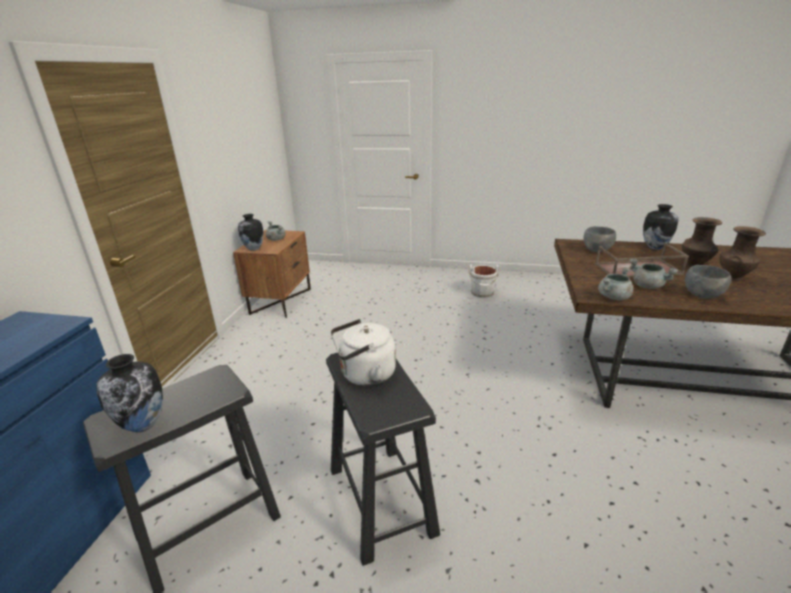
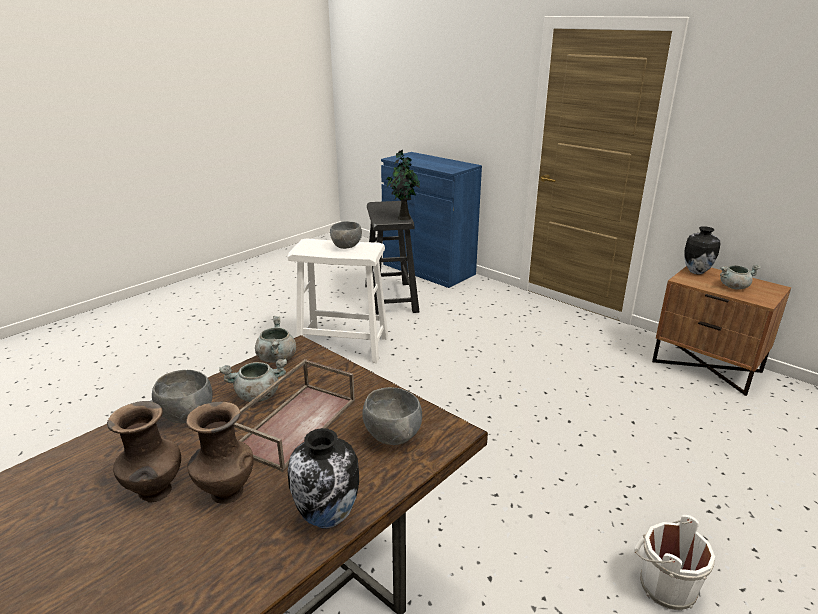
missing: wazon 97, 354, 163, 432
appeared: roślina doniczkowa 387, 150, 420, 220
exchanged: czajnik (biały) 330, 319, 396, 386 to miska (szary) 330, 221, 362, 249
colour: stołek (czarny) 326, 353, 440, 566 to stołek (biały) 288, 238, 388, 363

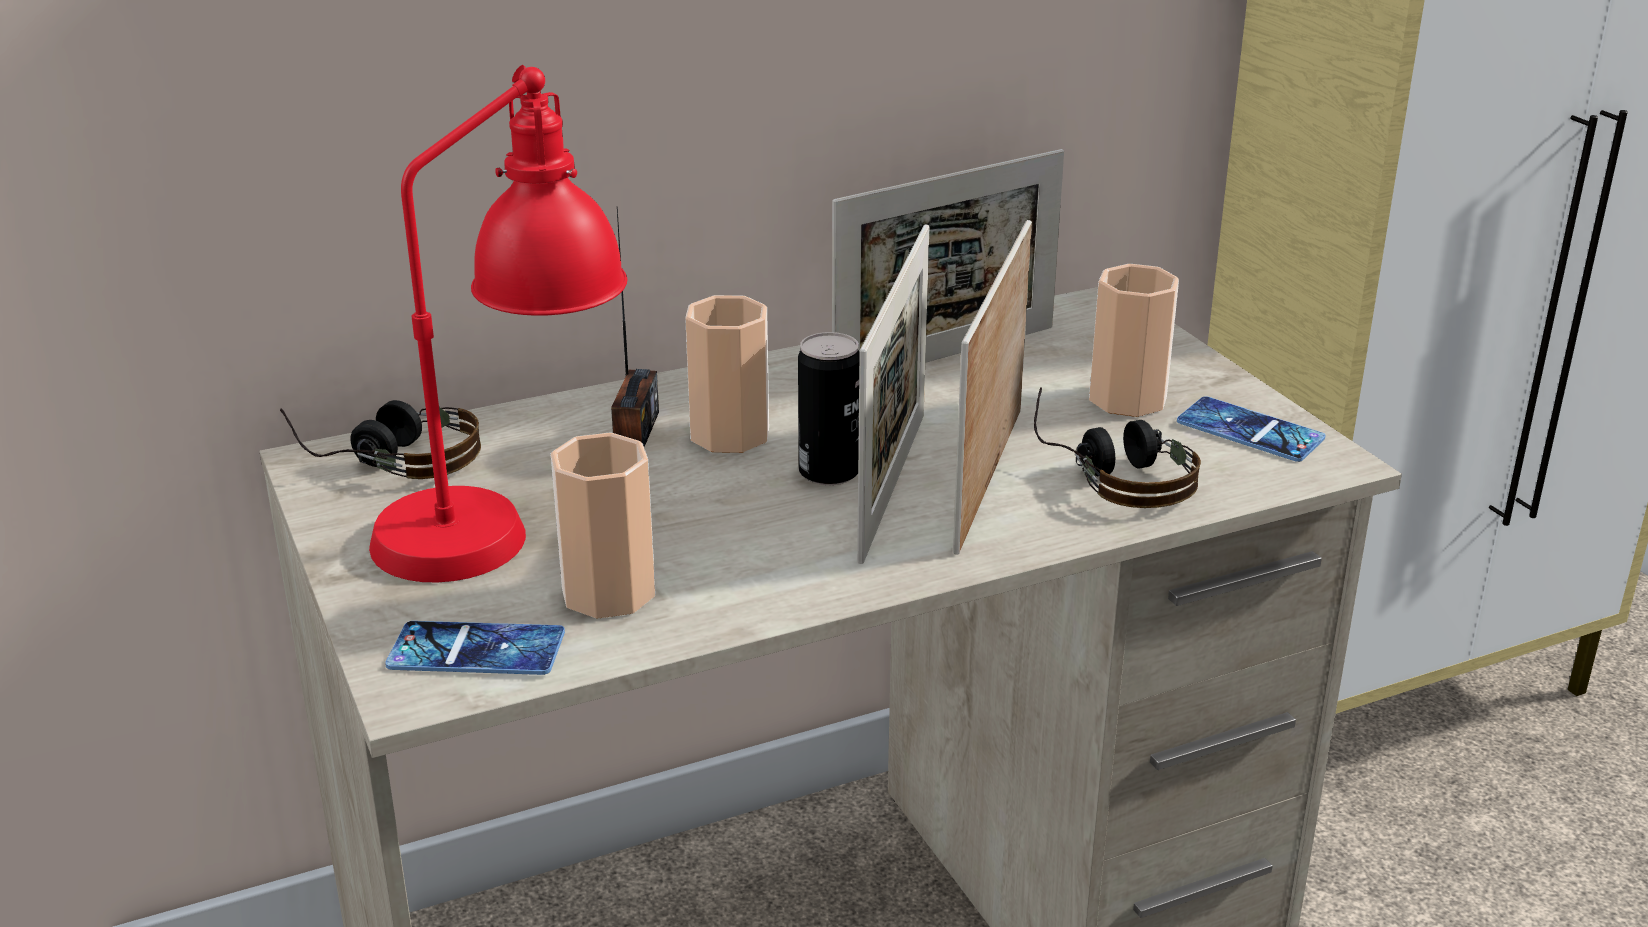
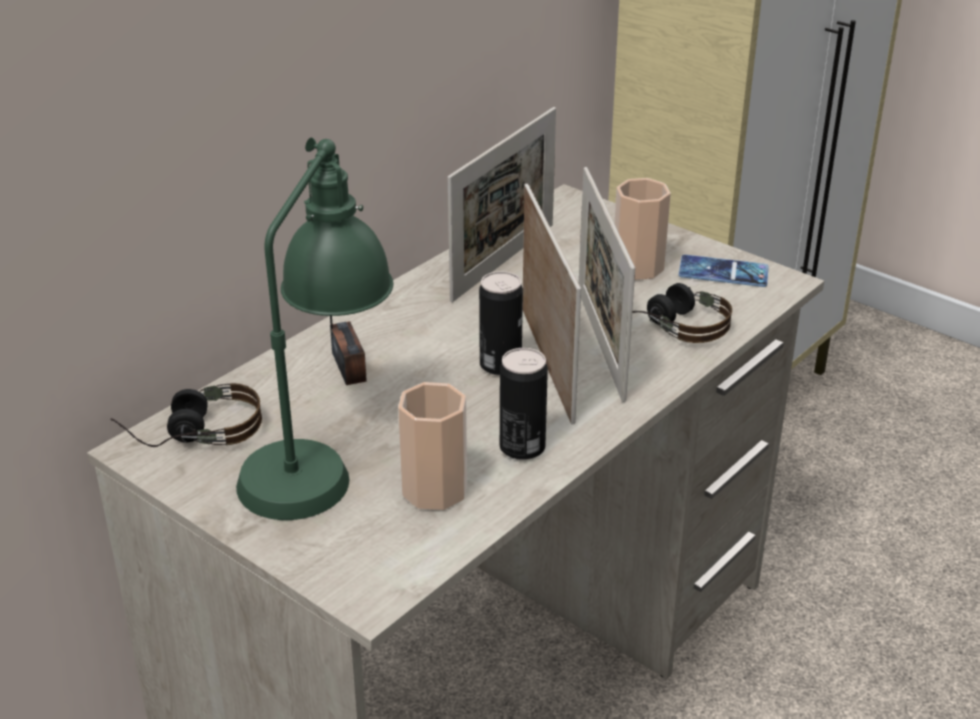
missing: telefon 385, 621, 565, 675; filiżanka 685, 295, 769, 453
appeared: puszka 500, 348, 548, 460
colour: lampa stołowa (czerwony) 369, 65, 628, 582 to lampa stołowa (zielony) 236, 137, 393, 520

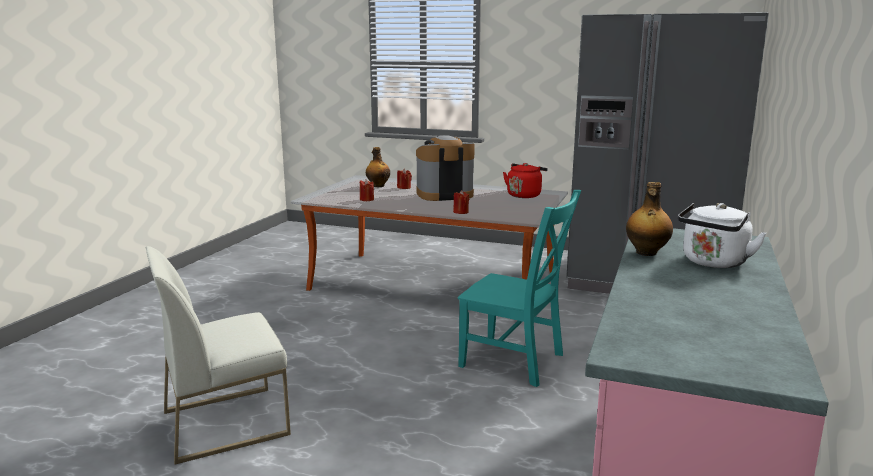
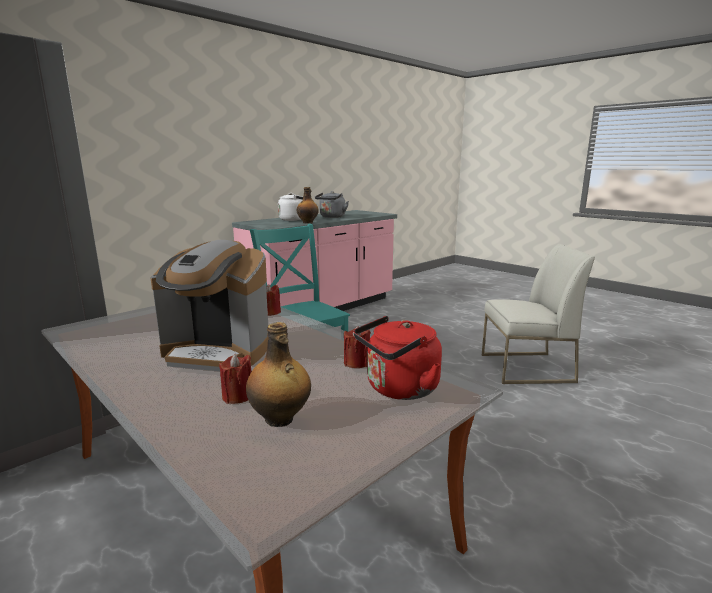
appeared: czajnik (szary) 315, 191, 349, 218
relocated: czajnik (czerwony) 503, 163, 548, 198 to 354, 316, 442, 400

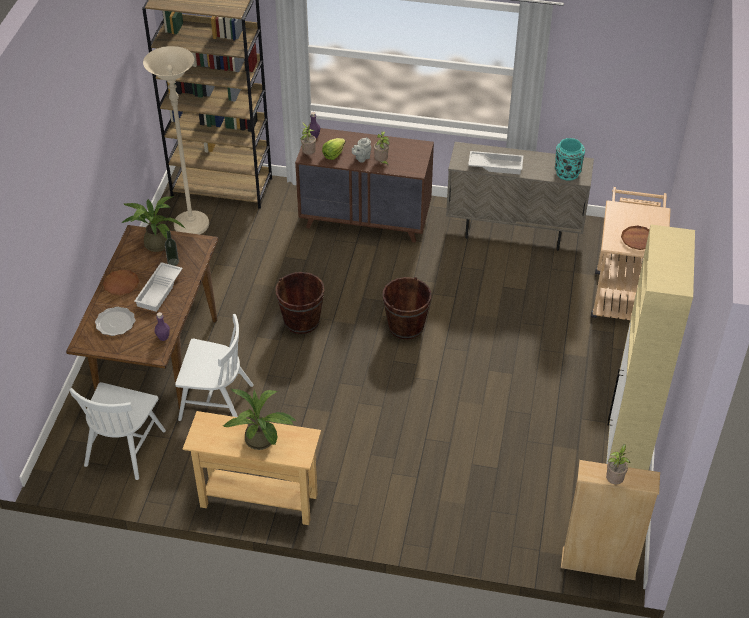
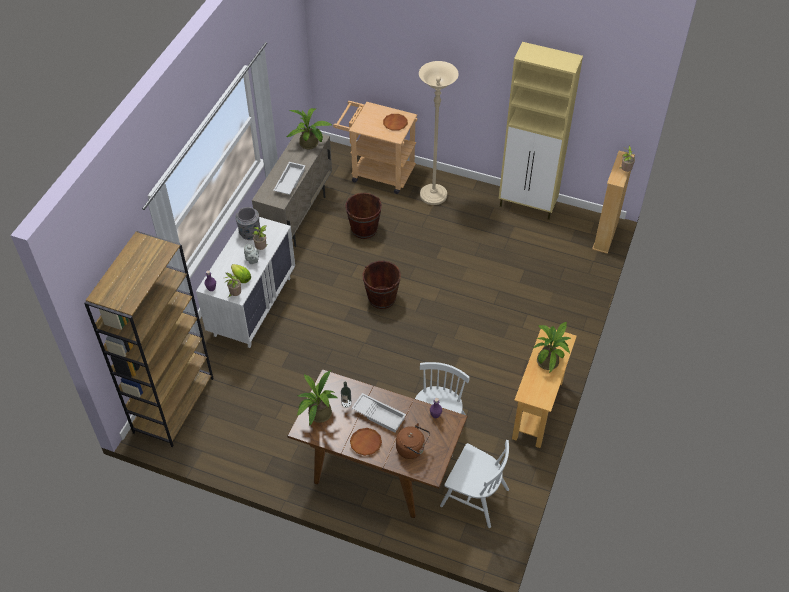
appeared: wazon (szary) 235, 207, 261, 240
relocated: lampa stojąca (beżowy) 143, 46, 209, 235 to 419, 61, 459, 205; wiadro (brązowy) 276, 272, 324, 334 to 345, 193, 382, 239
exchanged: talerz 95, 307, 135, 336 to czajnik (brązowy) 396, 423, 430, 459; wazon (turkusowy) 555, 138, 585, 181 to roślina doniczkowa 287, 108, 333, 150
colour: komoda (brązowy) 295, 128, 434, 243 to komoda (biały) 196, 217, 295, 348

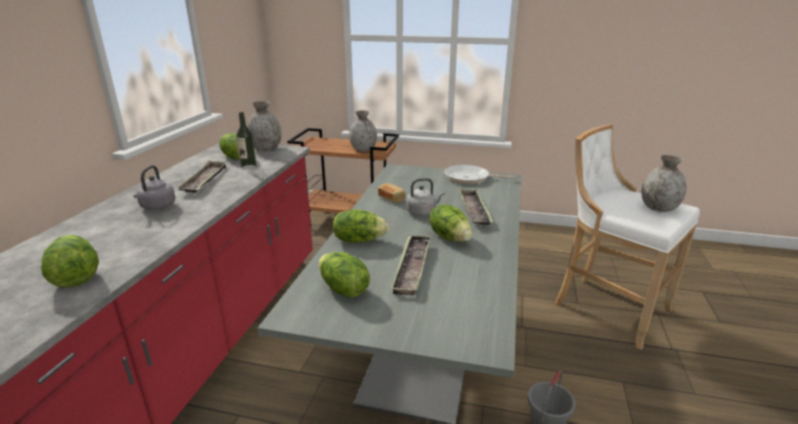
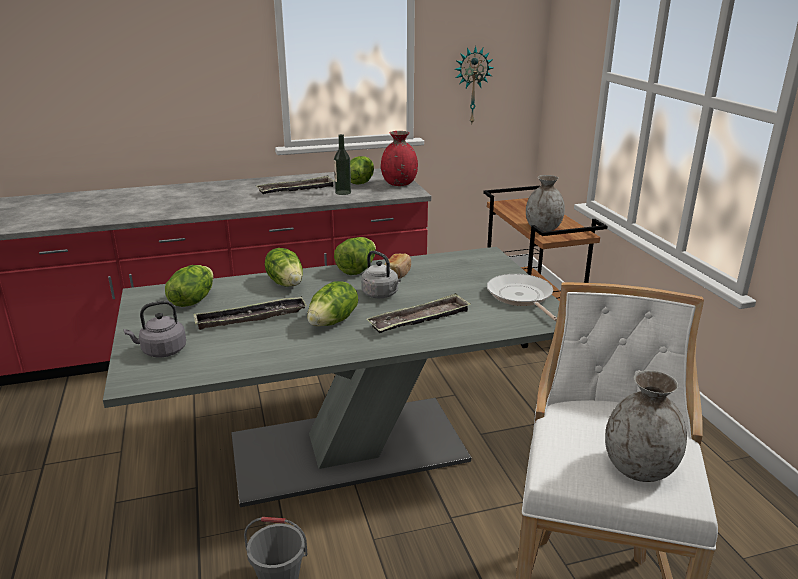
appeared: zegar ścienny 454, 46, 494, 123
relocated: sałata 41, 235, 99, 288 to 334, 237, 376, 275; czajnik (szary) 133, 165, 175, 210 to 123, 301, 186, 358
colour: wazon (szary) 247, 101, 282, 151 to wazon (czerwony) 381, 131, 418, 186

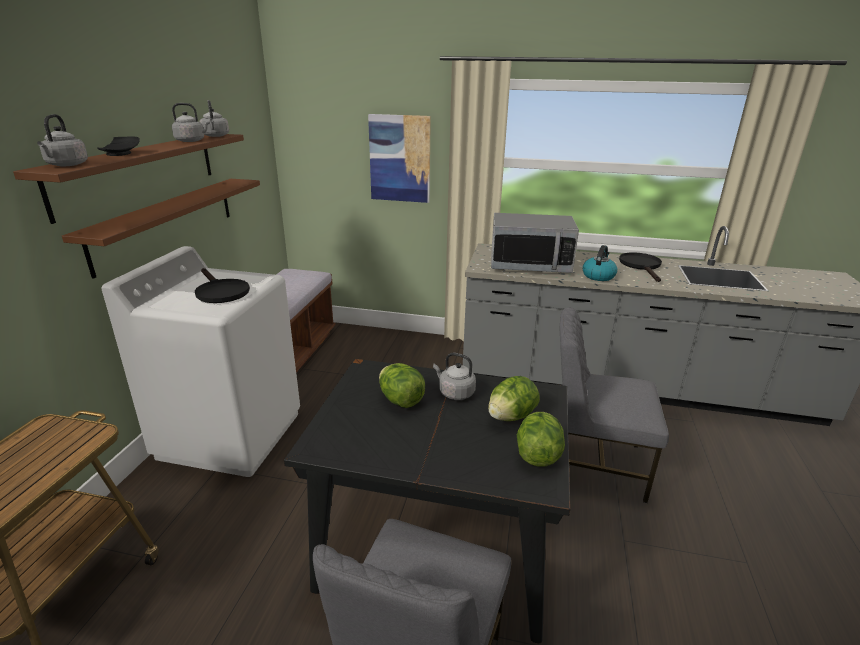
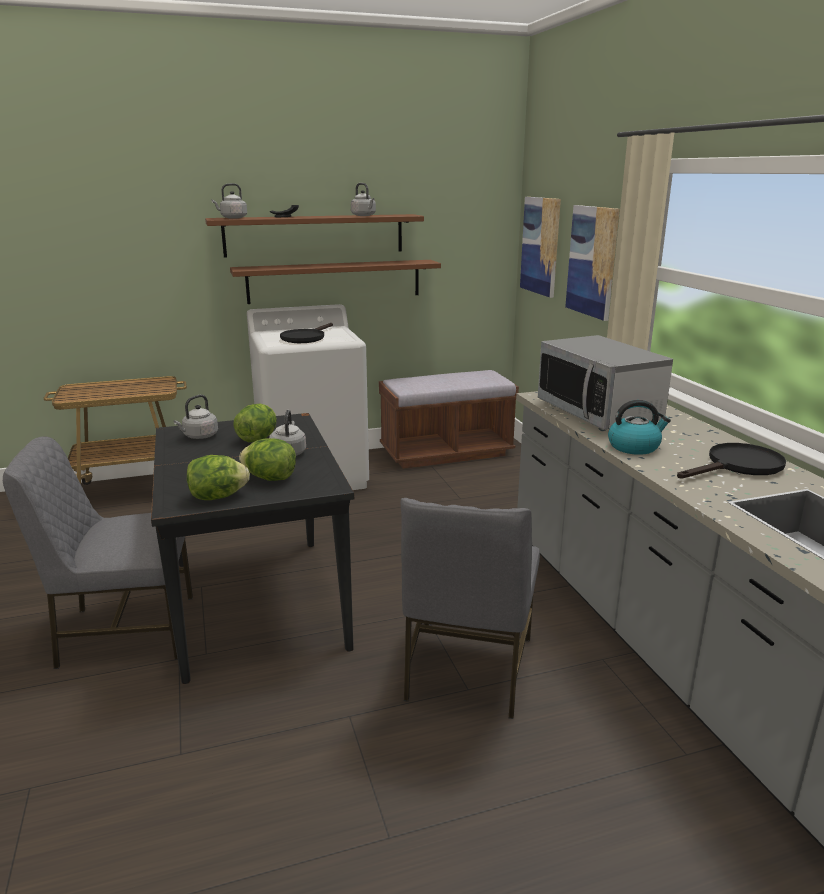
appeared: obraz 520, 197, 561, 298
relocated: czajnik (szary) 199, 100, 229, 137 to 173, 395, 218, 439
spun: krzesło (szary) 560, 307, 669, 503 = 401, 498, 540, 719 150 degrees counterclockwise

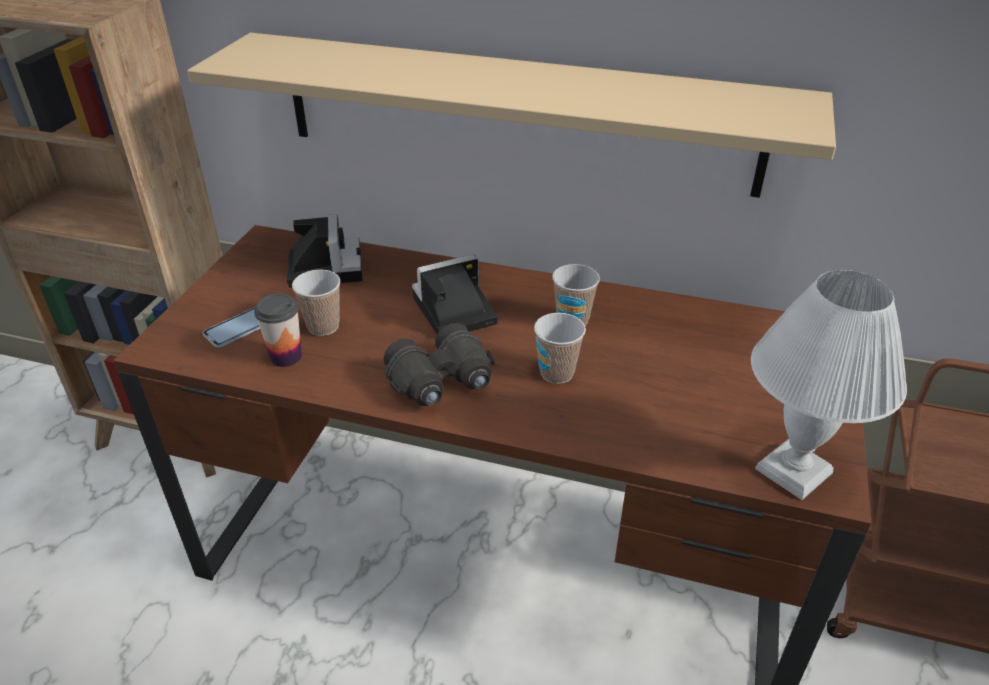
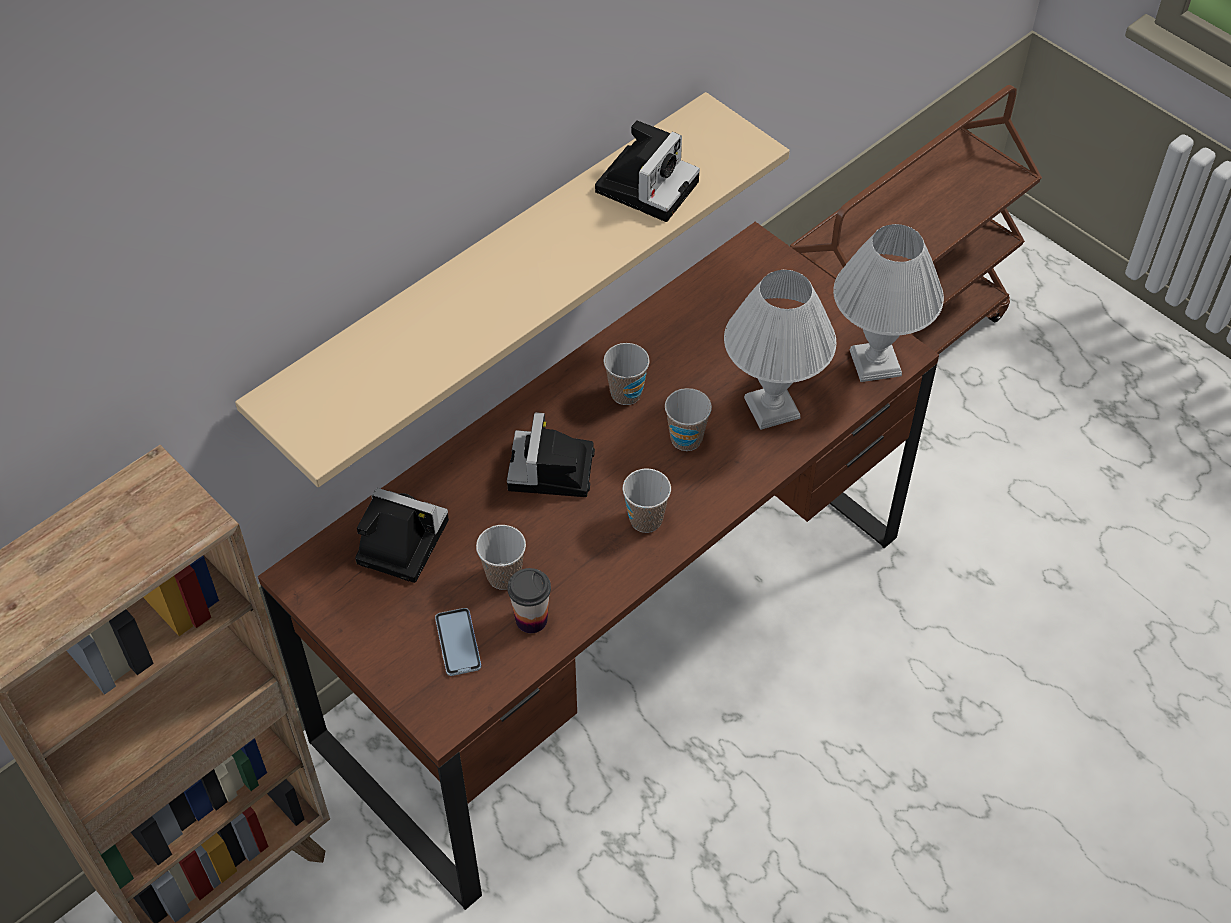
appeared: aparat fotograficzny 595, 120, 700, 222; lampa stołowa (biały) 724, 270, 836, 430
exchanged: lornetka (czarny) 384, 323, 494, 406 to filiżanka 623, 469, 671, 533

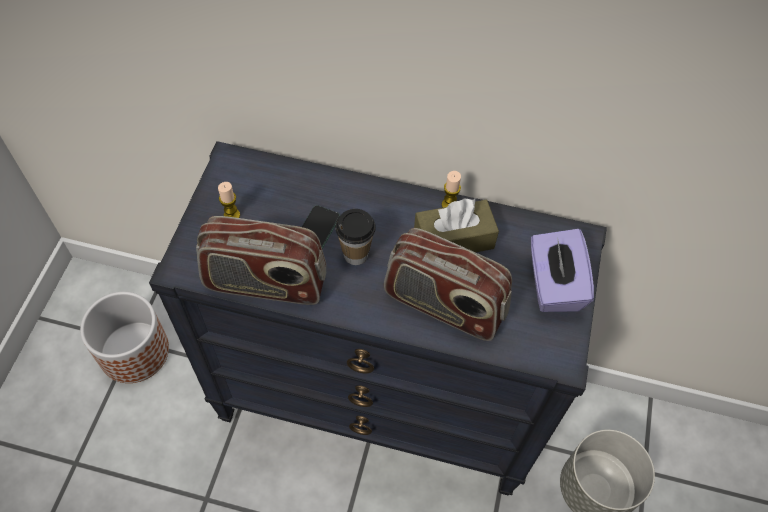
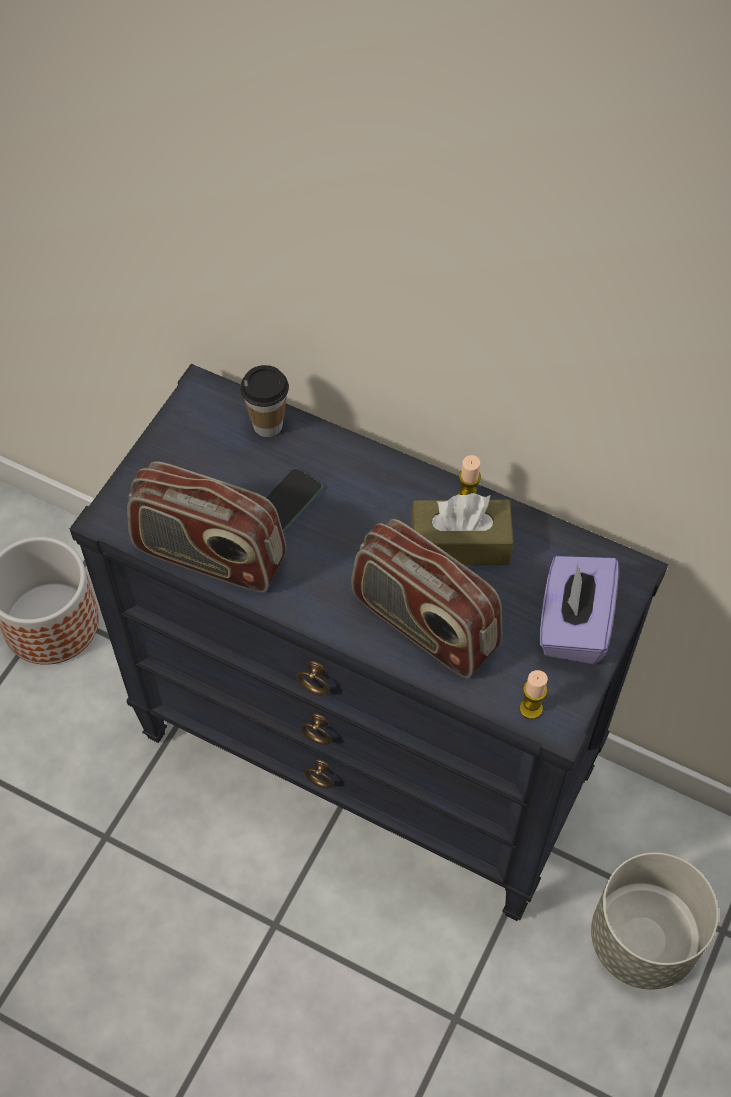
relocated: świeca 218, 182, 240, 218 to 519, 670, 548, 719; filiżanka 335, 209, 376, 265 to 240, 365, 289, 437

